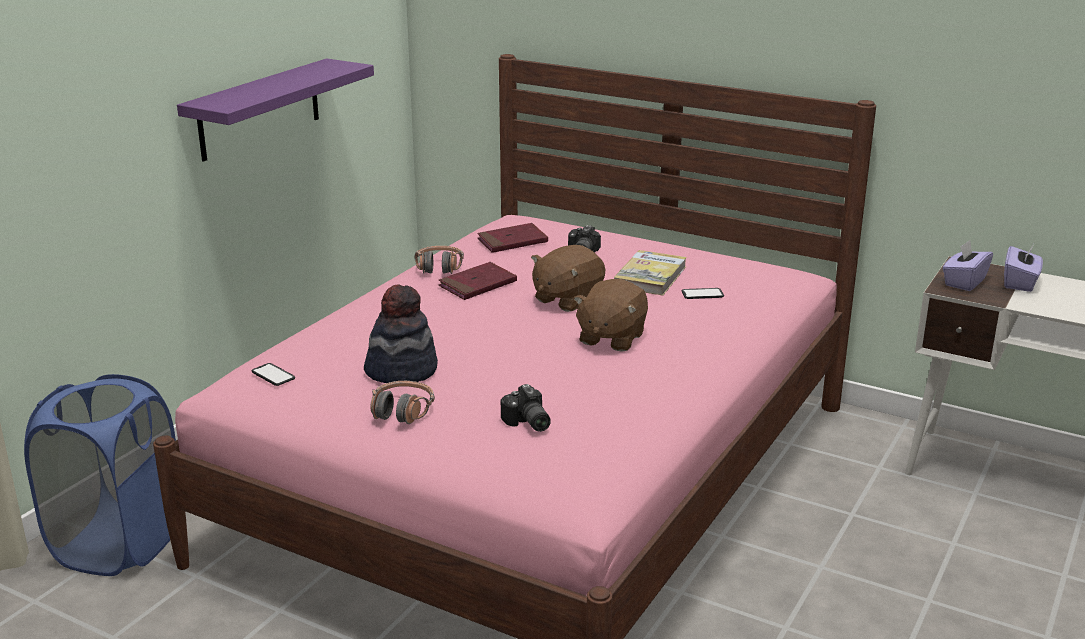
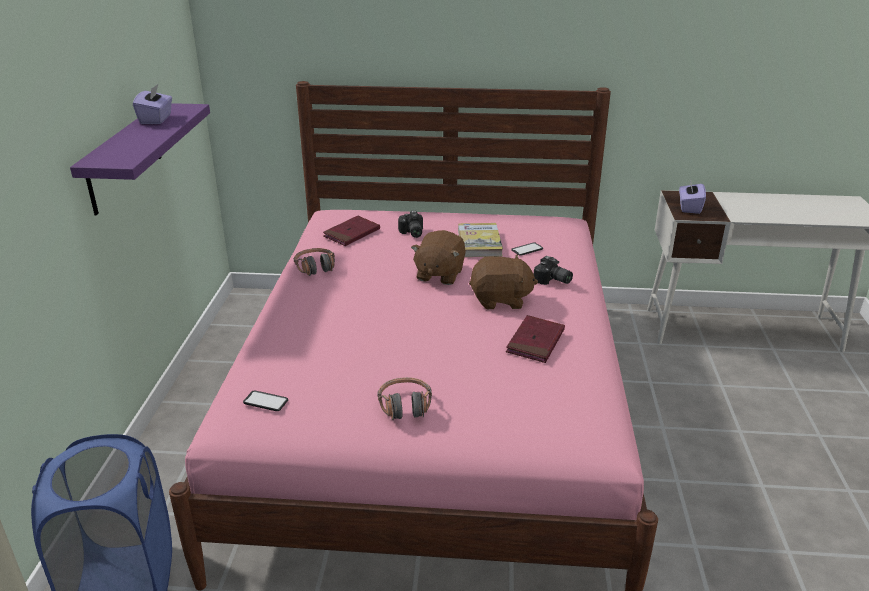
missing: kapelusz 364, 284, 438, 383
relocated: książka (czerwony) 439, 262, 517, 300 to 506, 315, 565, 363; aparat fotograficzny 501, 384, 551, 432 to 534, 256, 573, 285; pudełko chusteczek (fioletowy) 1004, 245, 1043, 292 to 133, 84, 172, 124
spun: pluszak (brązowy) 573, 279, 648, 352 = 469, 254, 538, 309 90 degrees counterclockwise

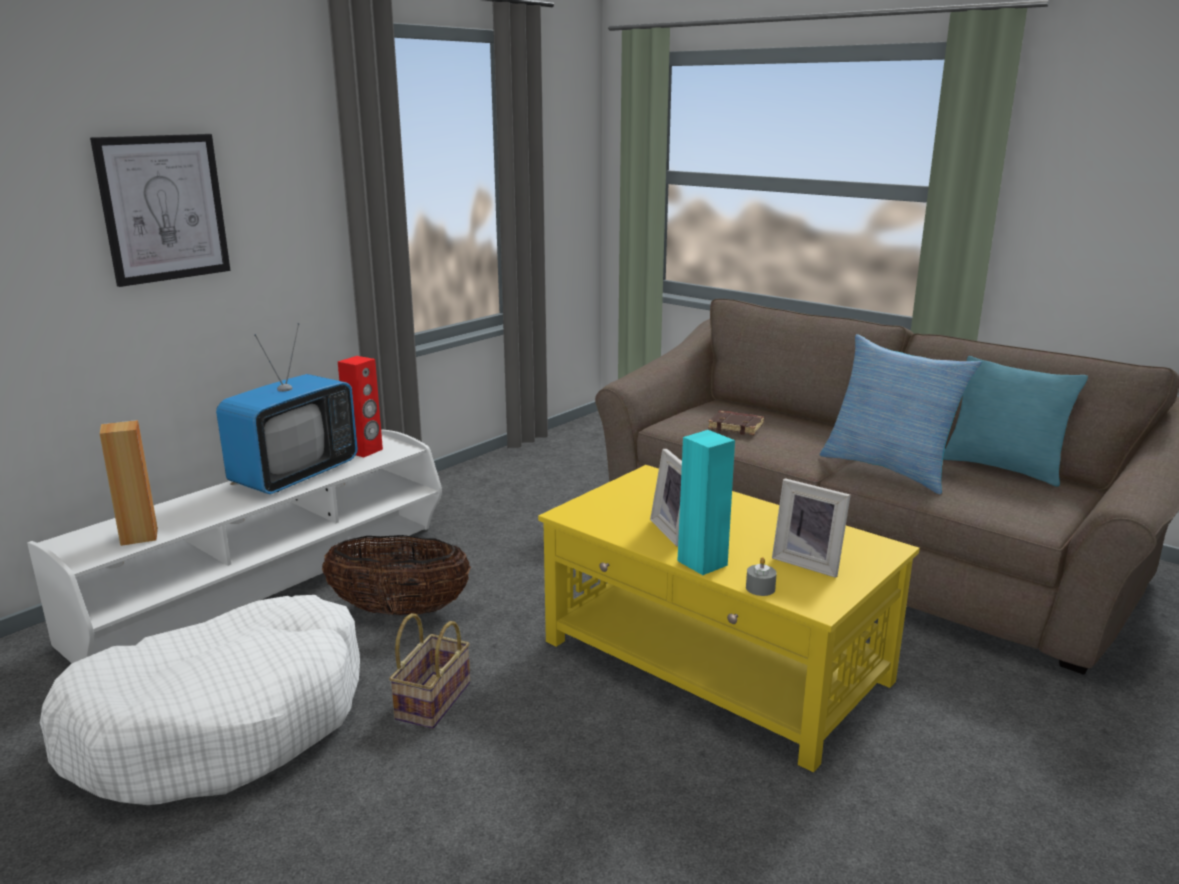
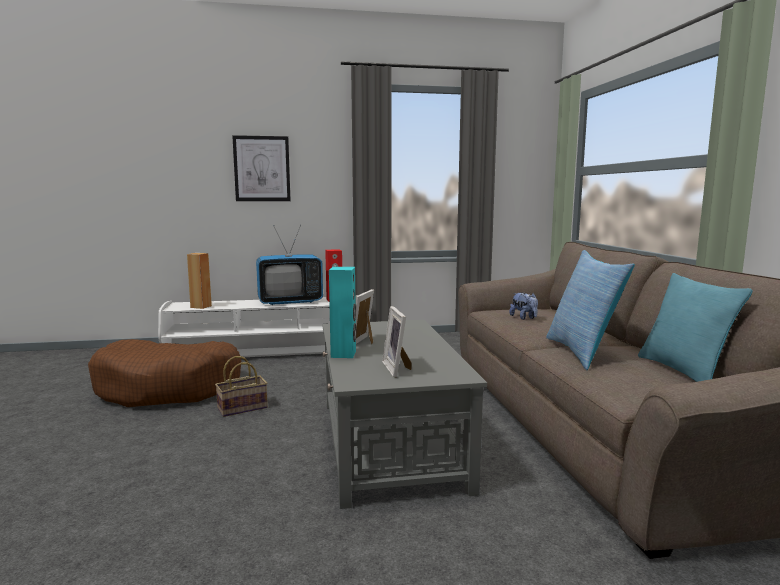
missing: koszyk 322, 535, 471, 615; świeca (szary) 746, 557, 777, 596
exchanged: książka (brązowy) 708, 410, 764, 435 to pluszak 509, 292, 538, 320
colour: legowisko (biały) 40, 595, 360, 805 to legowisko (brązowy) 88, 339, 241, 407; ława (żółty) 538, 465, 920, 772 to ława (szary) 323, 320, 487, 509

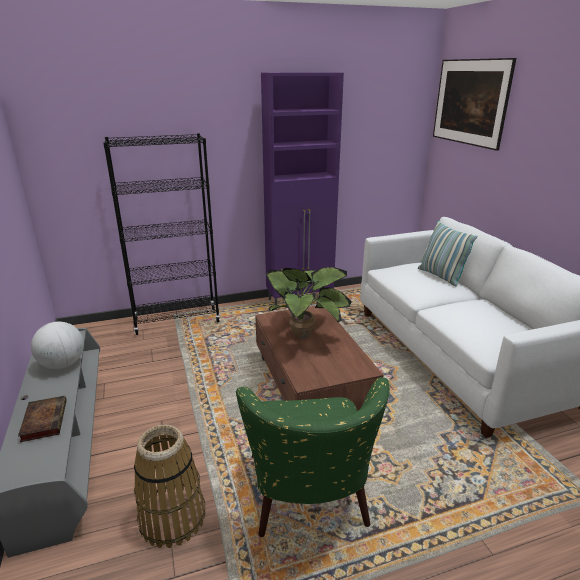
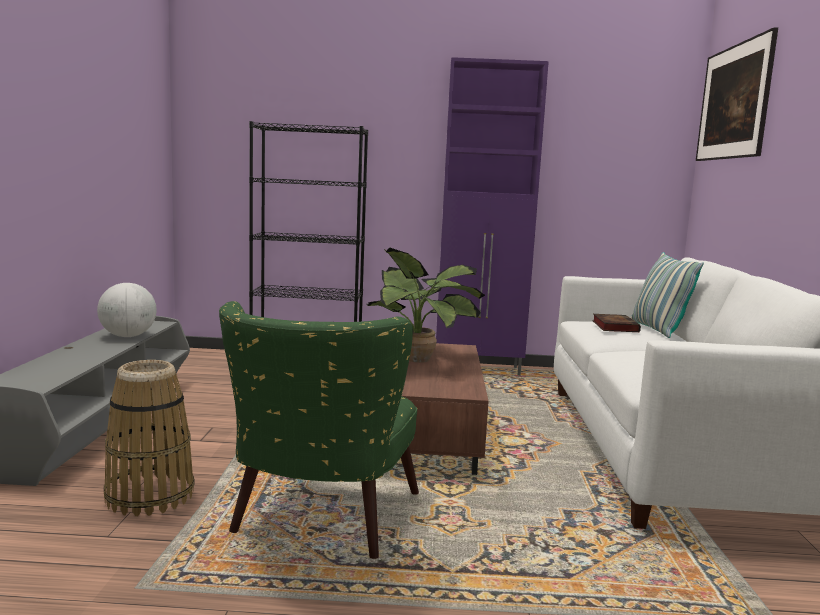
relocated: książka 18, 396, 67, 442 to 592, 314, 641, 332

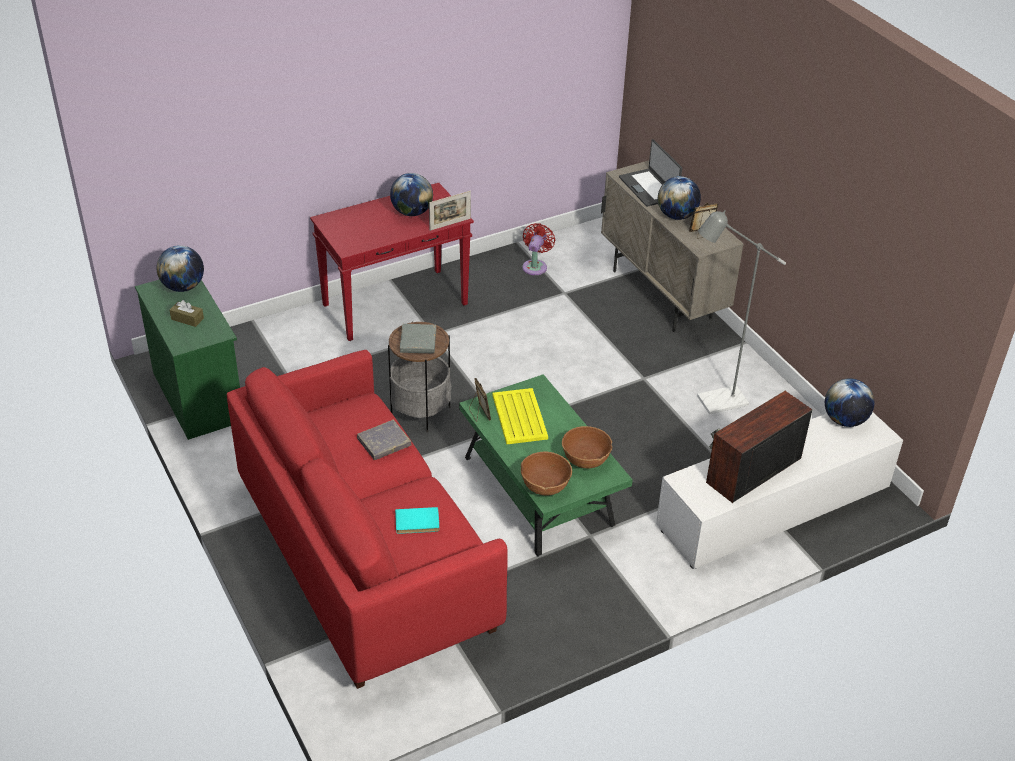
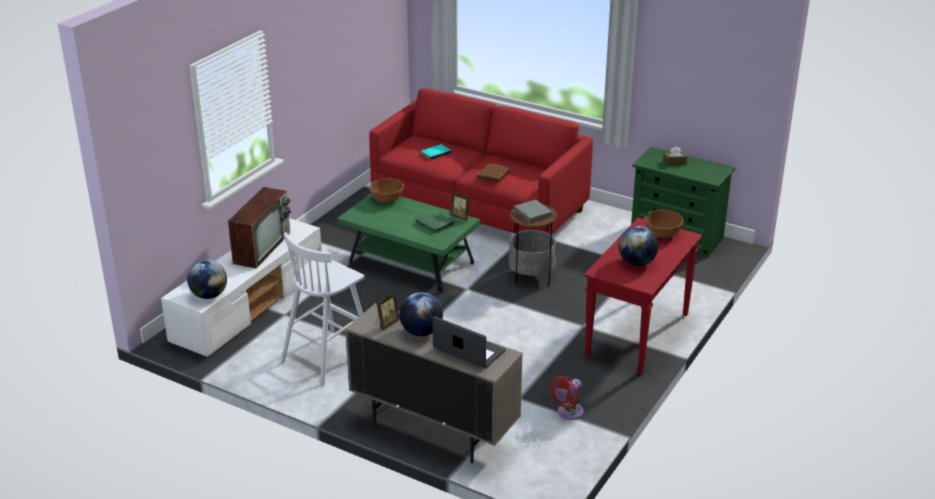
missing: globus 156, 245, 204, 292; ramka na zdjęcie 429, 191, 471, 231
relocated: miska (brązowy) 562, 426, 612, 469 to 645, 210, 683, 238
exchanged: taca (żółty) 493, 388, 548, 444 to książka (zielony) 416, 211, 454, 233; lampa stojąca (szary) 697, 210, 786, 415 to stołek (biały) 281, 232, 364, 386
colour: książka (szary) 357, 420, 411, 460 to książka (brązowy) 477, 163, 511, 183
spun: wentylator (czerwony) 522, 223, 555, 275 = 550, 376, 584, 420 60 degrees clockwise

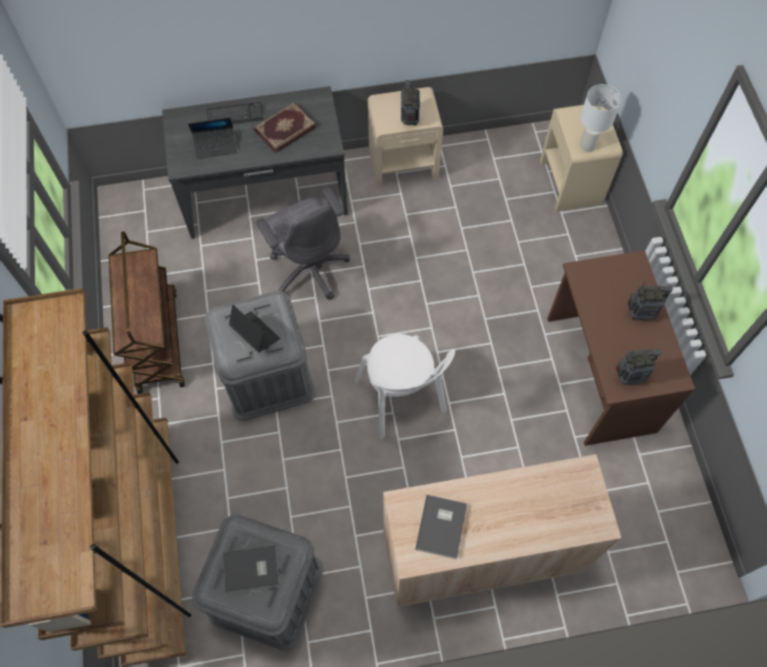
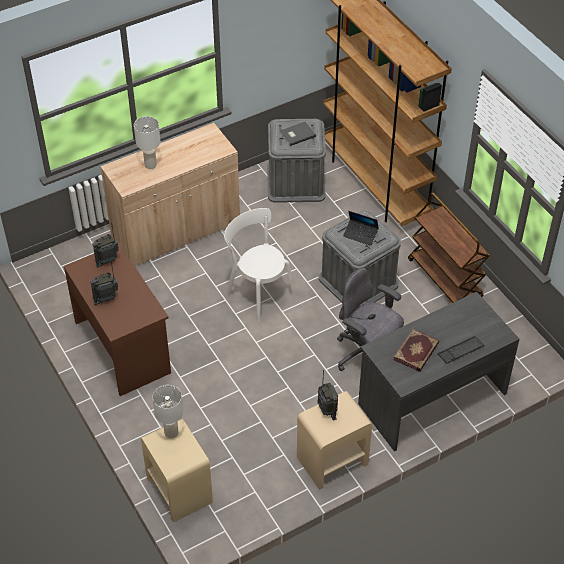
missing: laptop 188, 118, 237, 159; książka (szary) 416, 495, 467, 559
appeared: lampa stołowa (biały) 134, 116, 161, 169

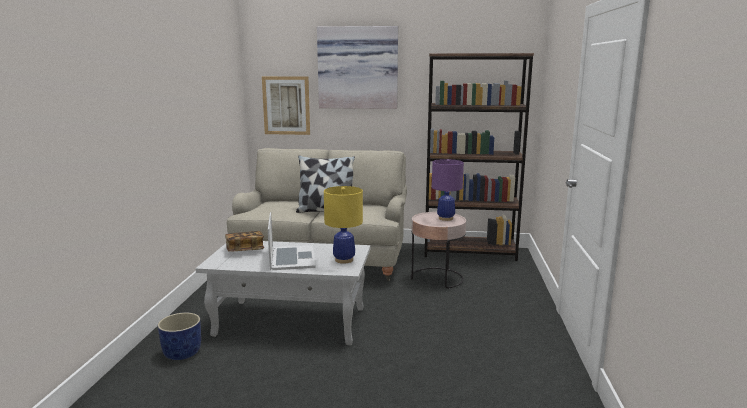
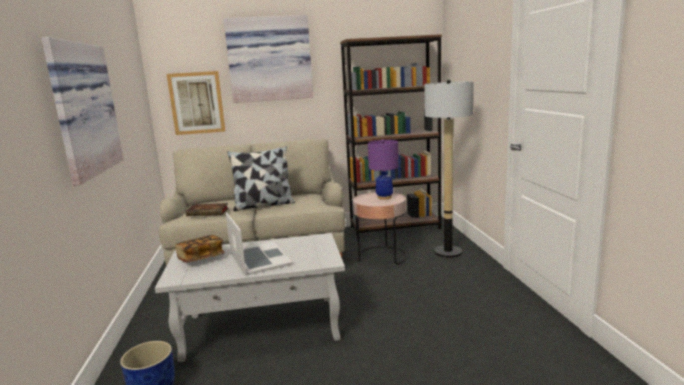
missing: lampa stołowa (żółty) 324, 186, 363, 264
appeared: obraz 41, 37, 124, 186; książka 186, 203, 228, 216; lampa stojąca 424, 80, 474, 258

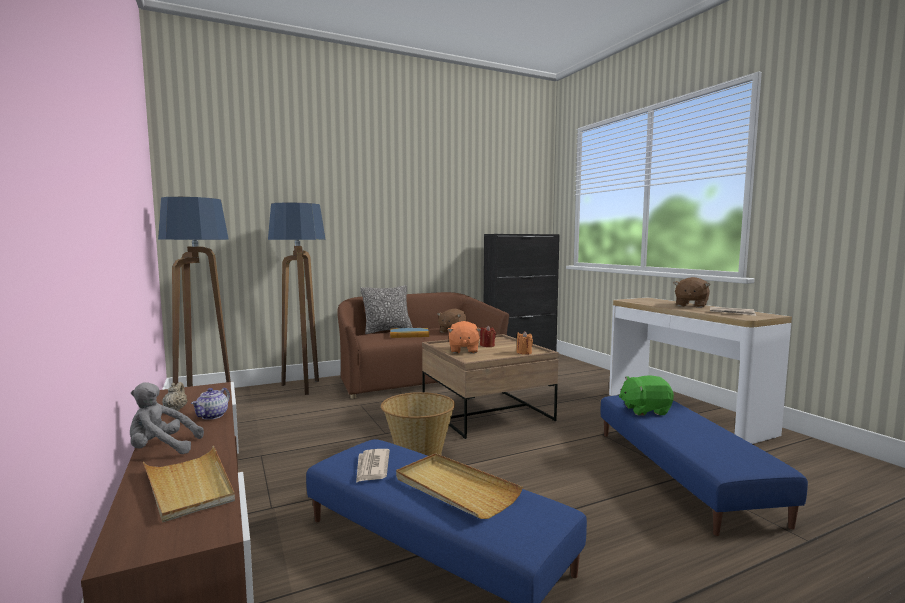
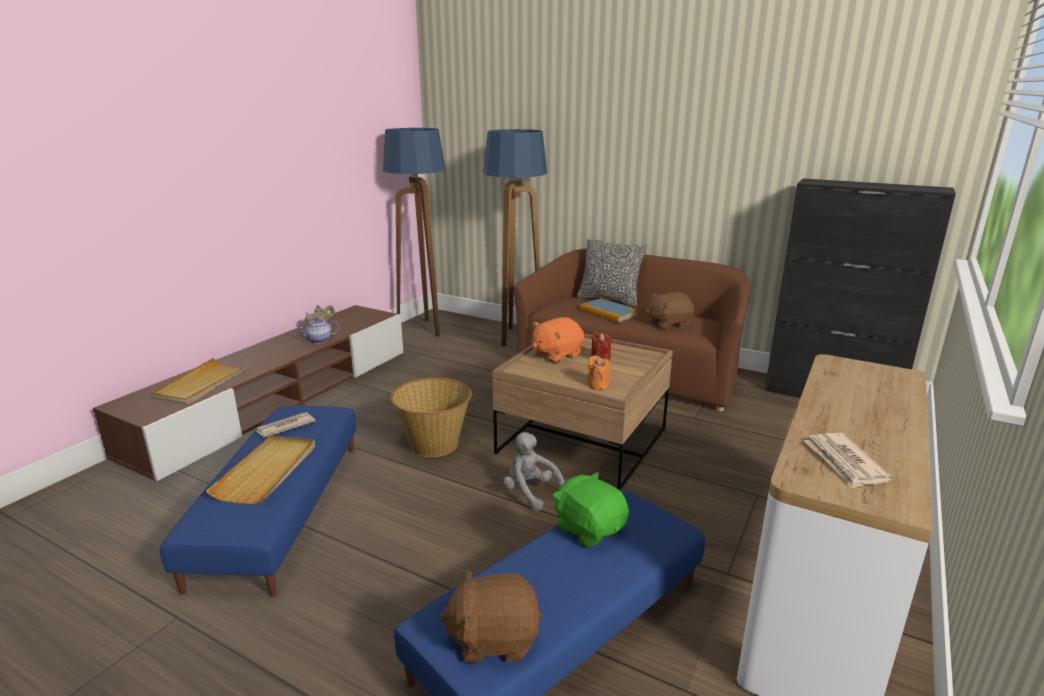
relocated: pluszak (szary) 130, 382, 204, 454 to 503, 432, 565, 511; pluszak (brązowy) 674, 277, 710, 308 to 439, 570, 542, 663

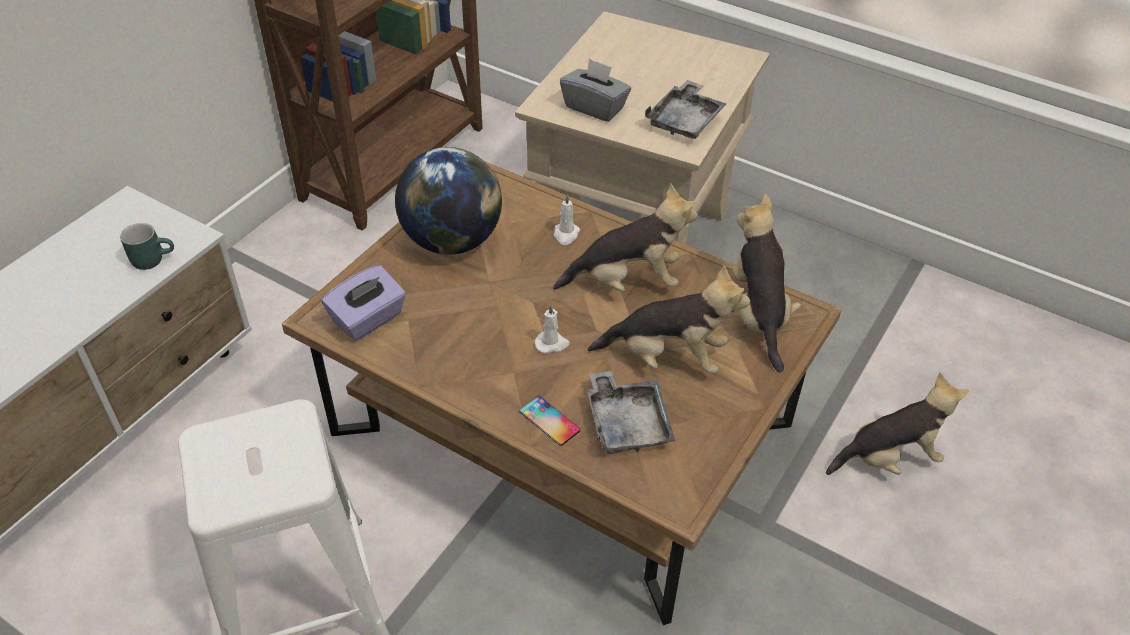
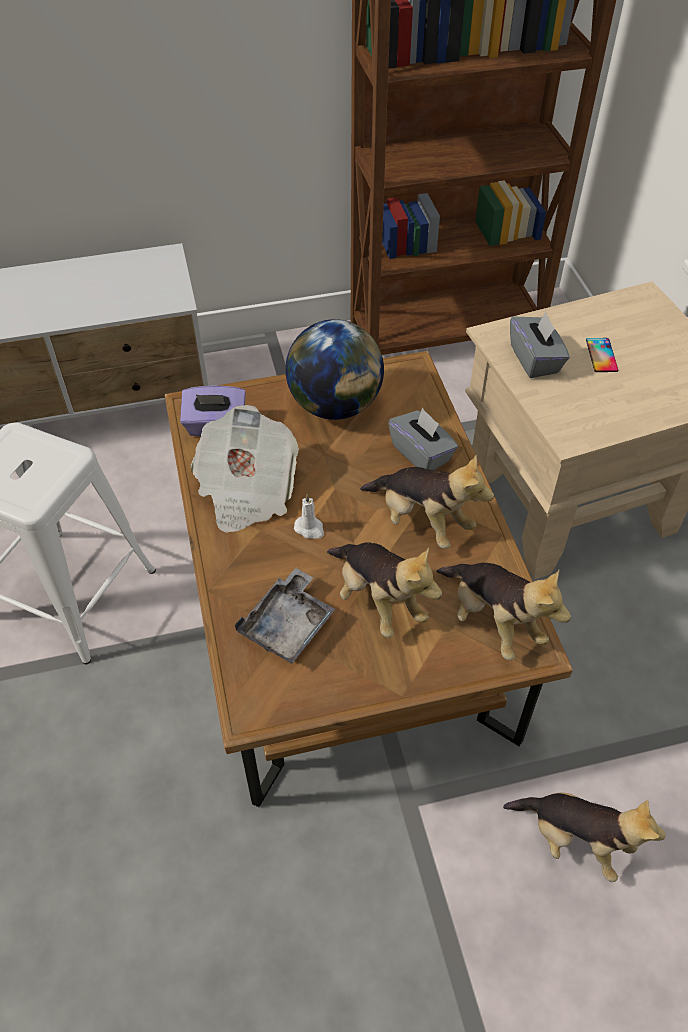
missing: kubek (turkusowy) 120, 223, 174, 270; taca (szary) 645, 80, 727, 139
appeared: gazeta 191, 405, 299, 533
relocated: telefon 519, 396, 581, 446 to 586, 338, 618, 372
exchanged: świeca (biały) 554, 194, 580, 245 to pudełko chusteczek (szary) 388, 407, 458, 470
spun: pluszak 732, 194, 801, 372 = 436, 563, 571, 660 105 degrees clockwise

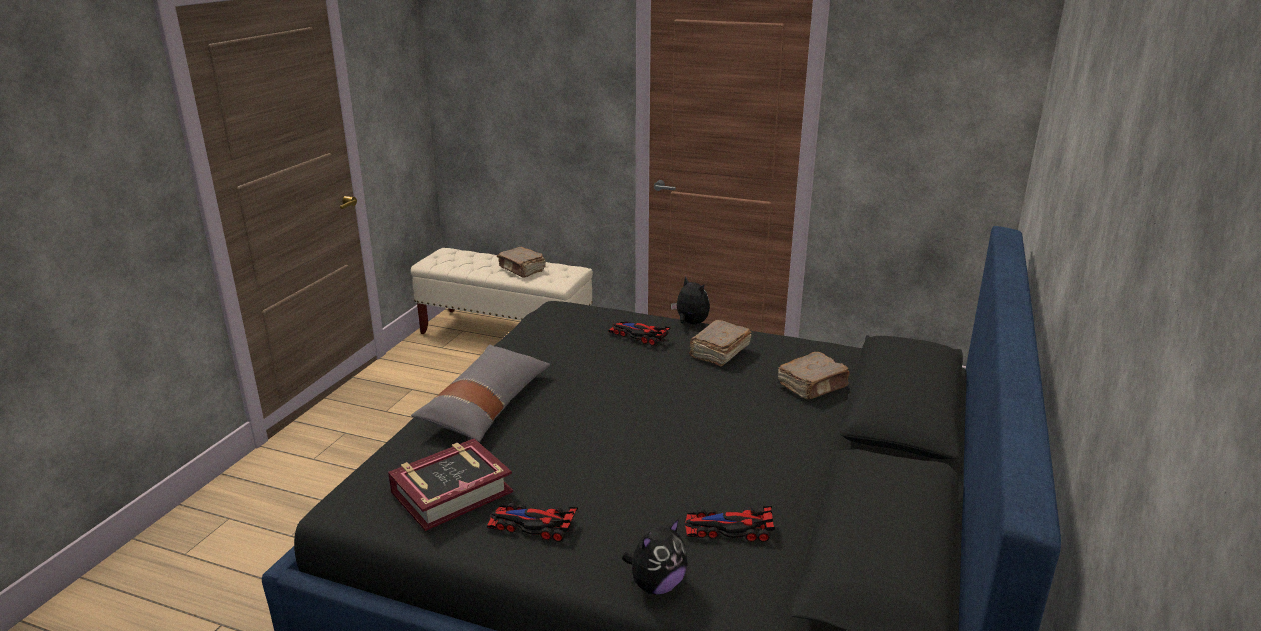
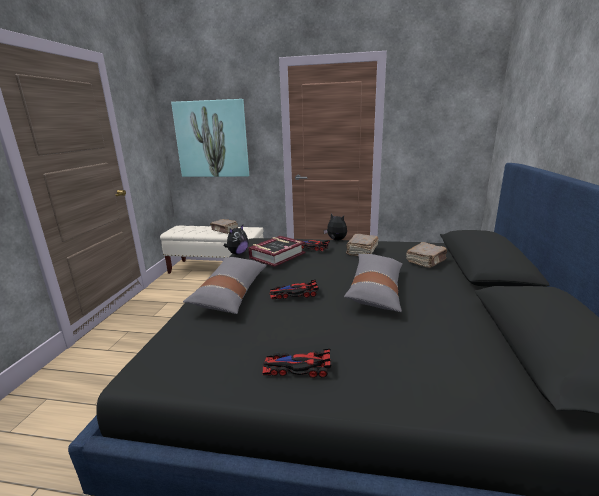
appeared: obraz 171, 99, 249, 177; poduszka (szary) 344, 254, 403, 312
relocated: książka 388, 438, 513, 531 to 248, 236, 305, 267; pluszak 622, 518, 688, 595 to 224, 225, 248, 255; samochodzik 685, 506, 775, 542 to 269, 280, 319, 299

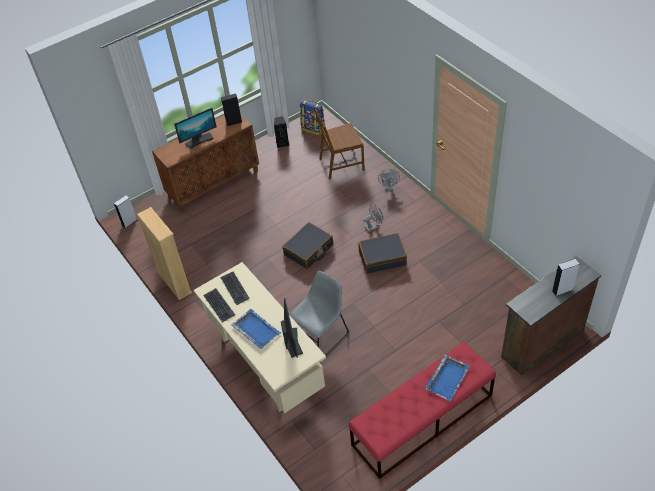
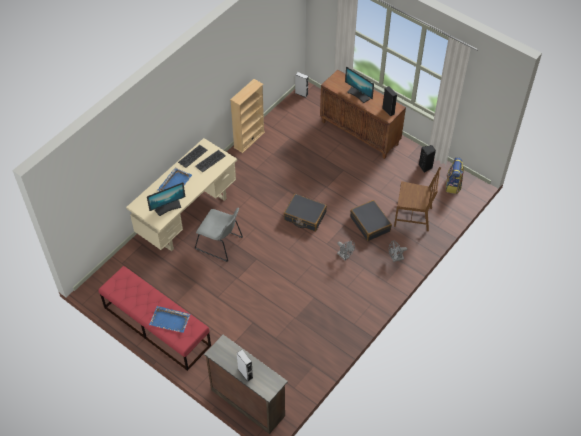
relocated: walizka (czarny) 358, 233, 407, 274 to 350, 200, 392, 241
spun: krzesło (brązowy) 313, 106, 365, 180 = 394, 167, 441, 231 135 degrees clockwise

